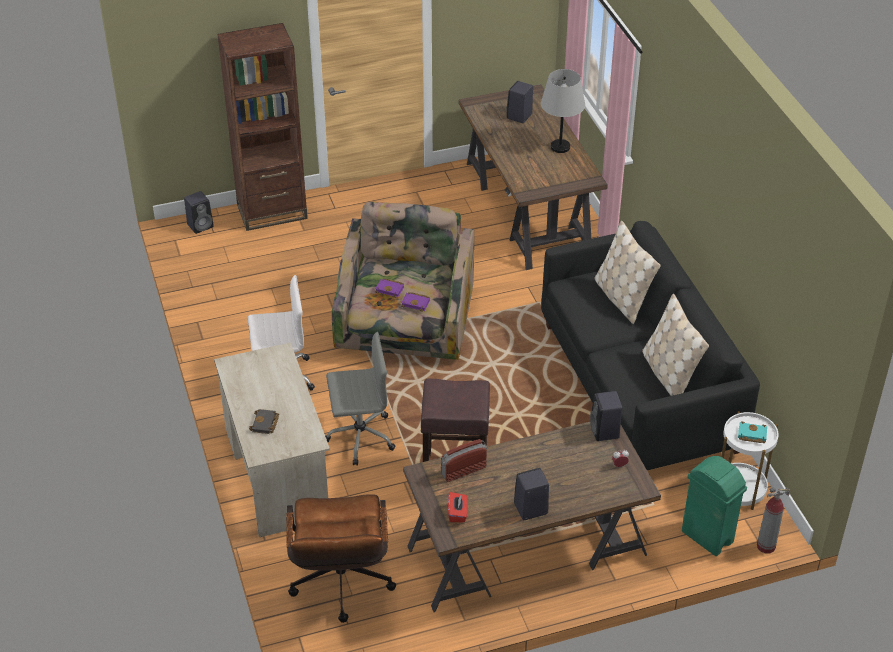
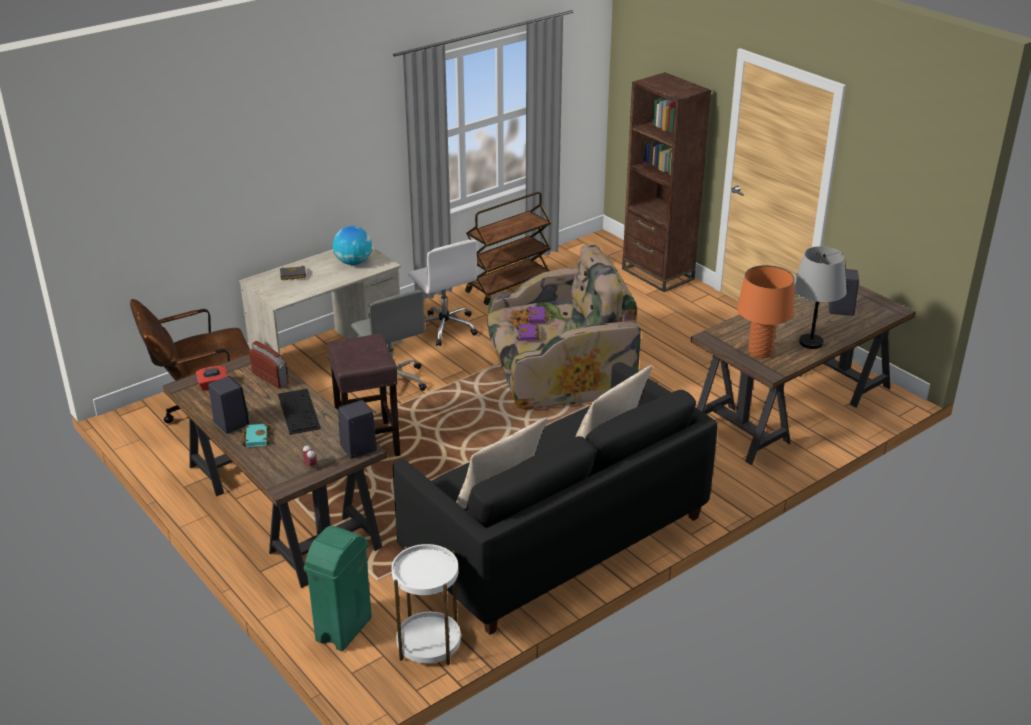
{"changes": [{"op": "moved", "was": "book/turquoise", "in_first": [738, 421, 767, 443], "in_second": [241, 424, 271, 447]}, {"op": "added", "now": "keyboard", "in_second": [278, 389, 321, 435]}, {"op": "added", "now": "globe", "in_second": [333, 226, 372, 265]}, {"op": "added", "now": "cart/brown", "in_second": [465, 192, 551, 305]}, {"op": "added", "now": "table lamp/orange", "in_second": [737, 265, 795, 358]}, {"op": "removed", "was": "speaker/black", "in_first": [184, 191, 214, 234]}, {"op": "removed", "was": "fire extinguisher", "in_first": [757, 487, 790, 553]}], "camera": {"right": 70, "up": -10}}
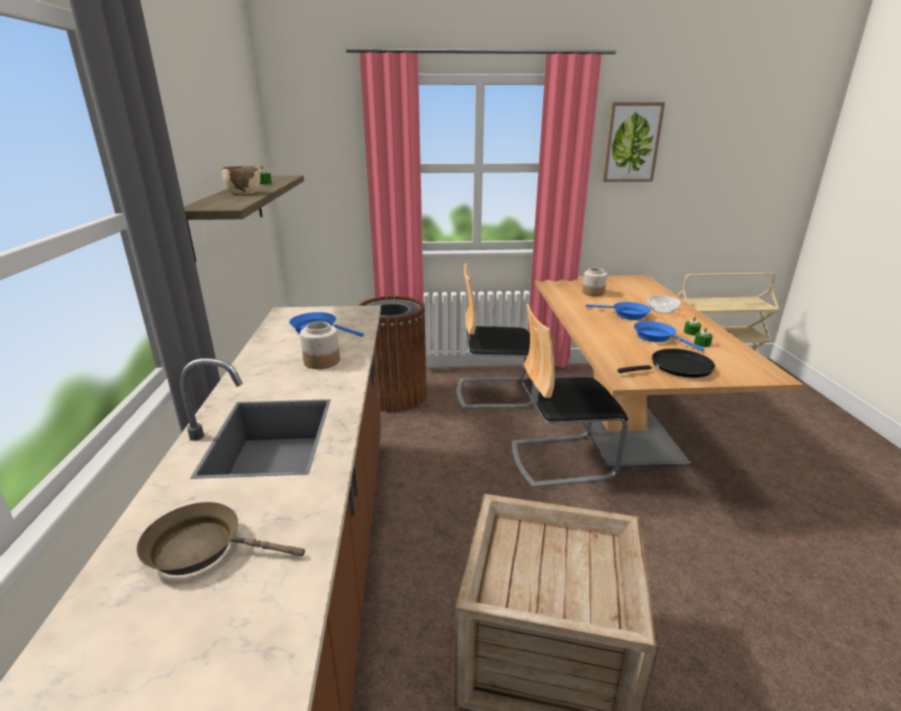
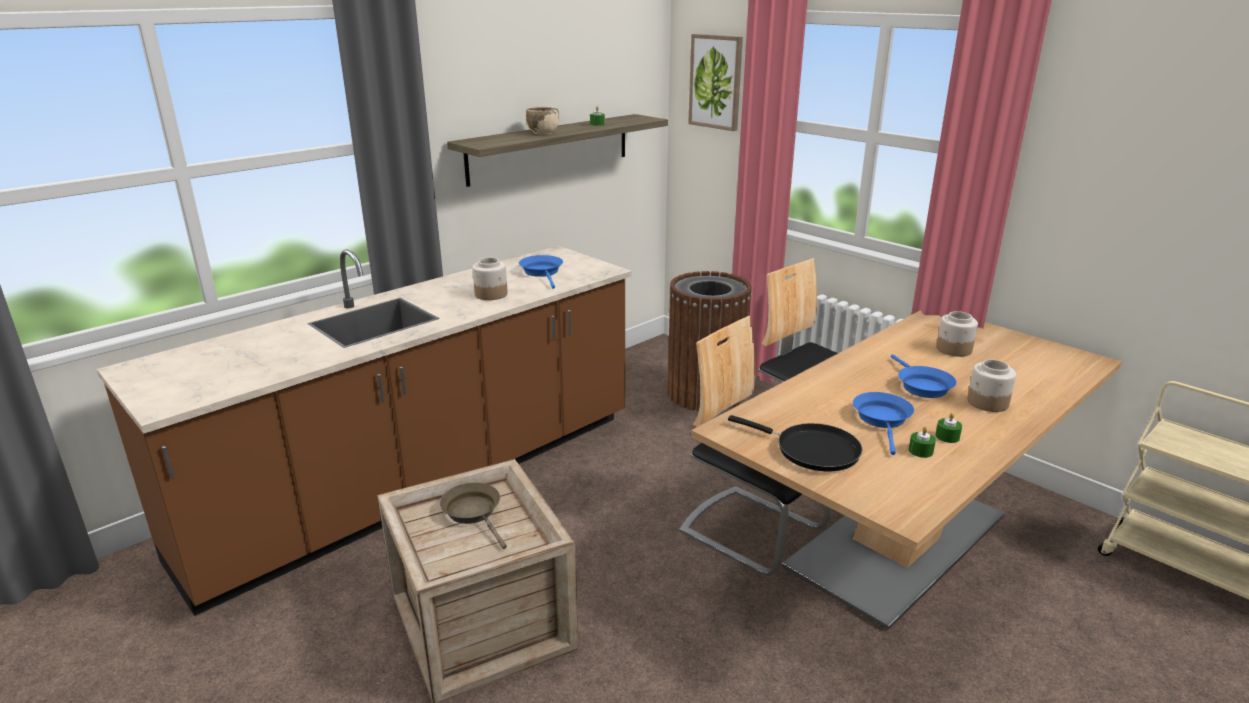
{"changes": [{"op": "moved", "was": "frying pan/brown", "in_first": [137, 502, 305, 575], "in_second": [440, 483, 507, 549]}, {"op": "moved", "was": "picture", "in_first": [602, 102, 665, 182], "in_second": [688, 34, 743, 131]}, {"op": "replaced", "was": "bowl", "now": "jar", "in_first": [648, 295, 681, 314], "in_second": [967, 359, 1016, 412]}], "camera": {"right": 50, "up": 0}}
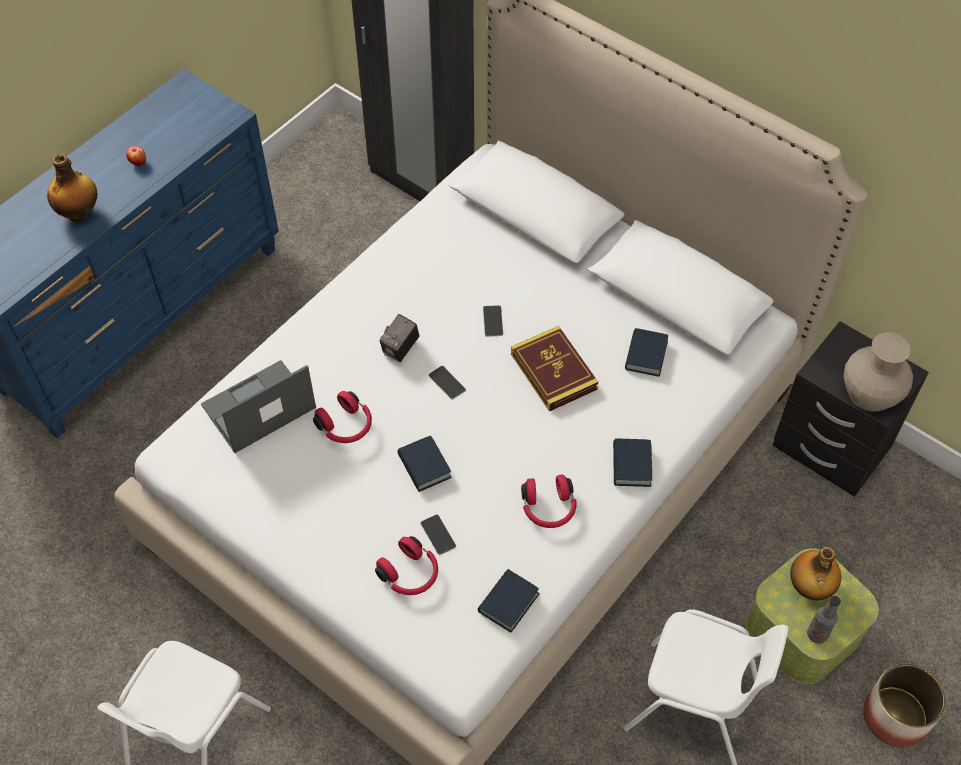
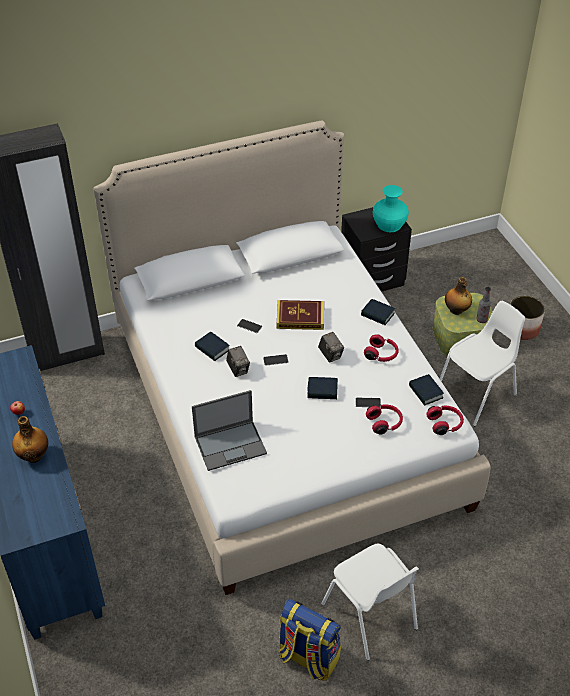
{"changes": [{"op": "turned", "was": "laptop", "in_first": [201, 360, 316, 453], "in_second": [192, 390, 267, 471], "clockwise": -105}, {"op": "moved", "was": "book", "in_first": [625, 328, 668, 377], "in_second": [195, 332, 230, 361]}, {"op": "added", "now": "backpack", "in_second": [279, 599, 341, 681]}, {"op": "added", "now": "photo camera", "in_second": [318, 332, 344, 363]}, {"op": "recoloured", "was": "vase/beige", "now": "vase/turquoise", "in_first": [844, 332, 913, 411], "in_second": [373, 185, 409, 232]}, {"op": "moved", "was": "headphones/red", "in_first": [313, 391, 372, 443], "in_second": [426, 406, 464, 435]}], "camera": {"right": -60, "up": -10}}
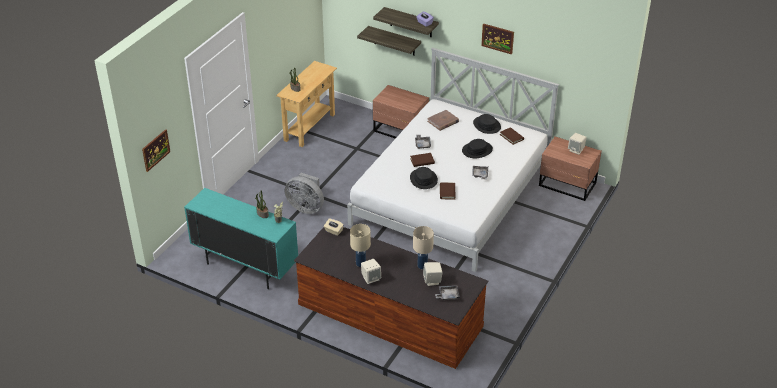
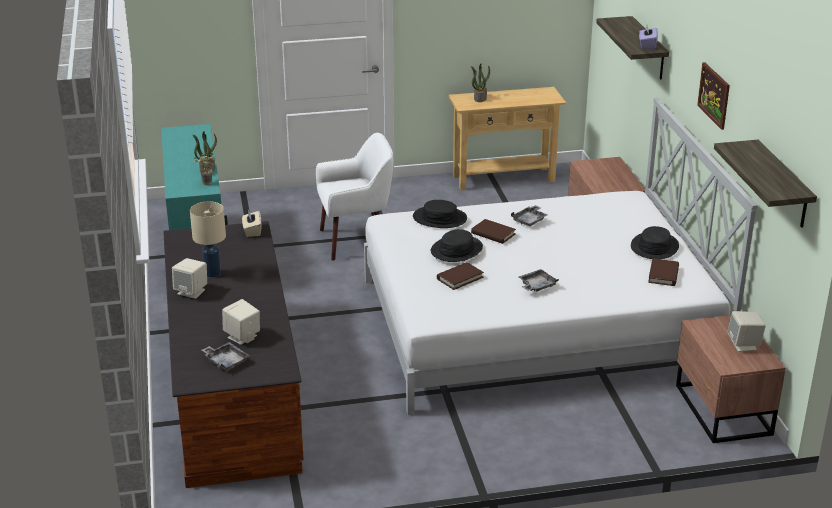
{"changes": [{"op": "replaced", "was": "fan/grey", "now": "armchair/white", "in_first": [285, 173, 324, 214], "in_second": [316, 133, 393, 260]}, {"op": "moved", "was": "hat/black", "in_first": [462, 139, 493, 158], "in_second": [413, 200, 467, 228]}, {"op": "moved", "was": "shelf", "in_first": [357, 26, 421, 56], "in_second": [714, 140, 817, 227]}, {"op": "removed", "was": "picture", "in_first": [142, 129, 170, 172]}, {"op": "removed", "was": "table lamp/beige", "in_first": [413, 226, 434, 269]}, {"op": "removed", "was": "book/brown", "in_first": [427, 110, 459, 131]}], "camera": {"right": 50, "up": -10}}
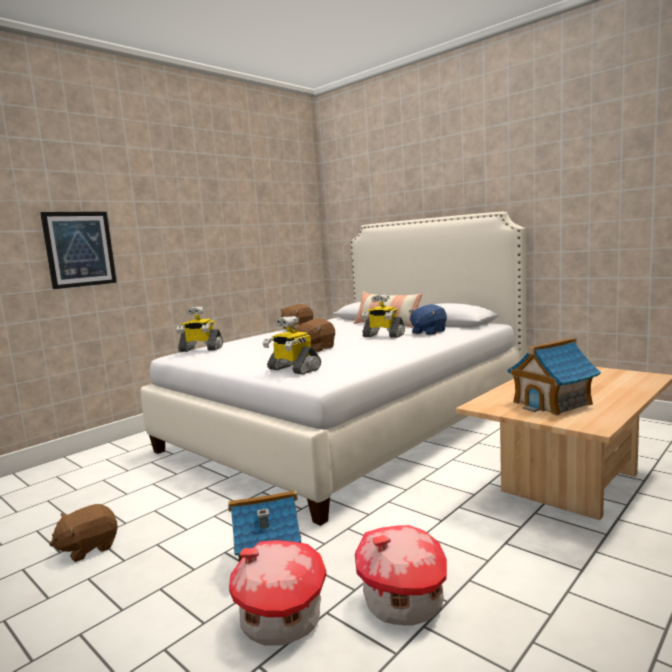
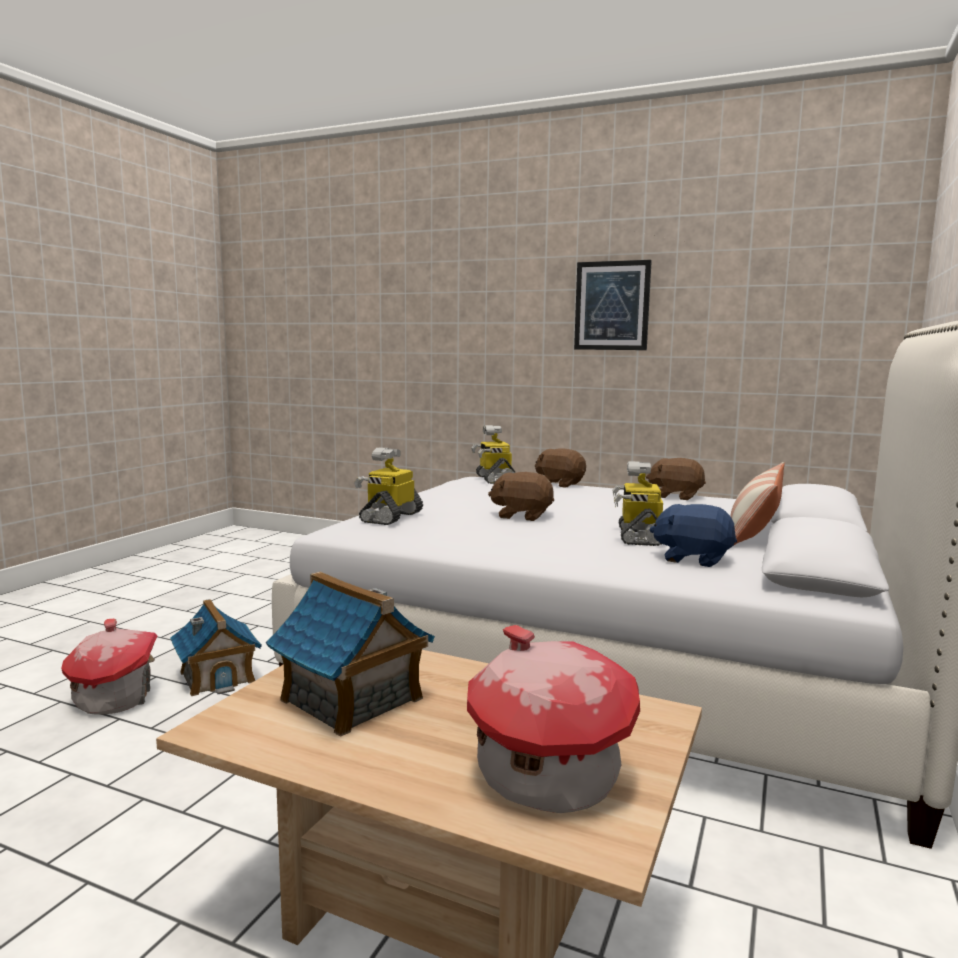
{"changes": [{"op": "moved", "was": "toy house", "in_first": [355, 525, 447, 626], "in_second": [467, 625, 640, 813]}, {"op": "moved", "was": "plush toy/brown", "in_first": [49, 504, 118, 562], "in_second": [535, 448, 586, 488]}, {"op": "moved", "was": "picture", "in_first": [40, 212, 117, 289], "in_second": [574, 260, 652, 350]}], "camera": {"right": 70, "up": 0}}
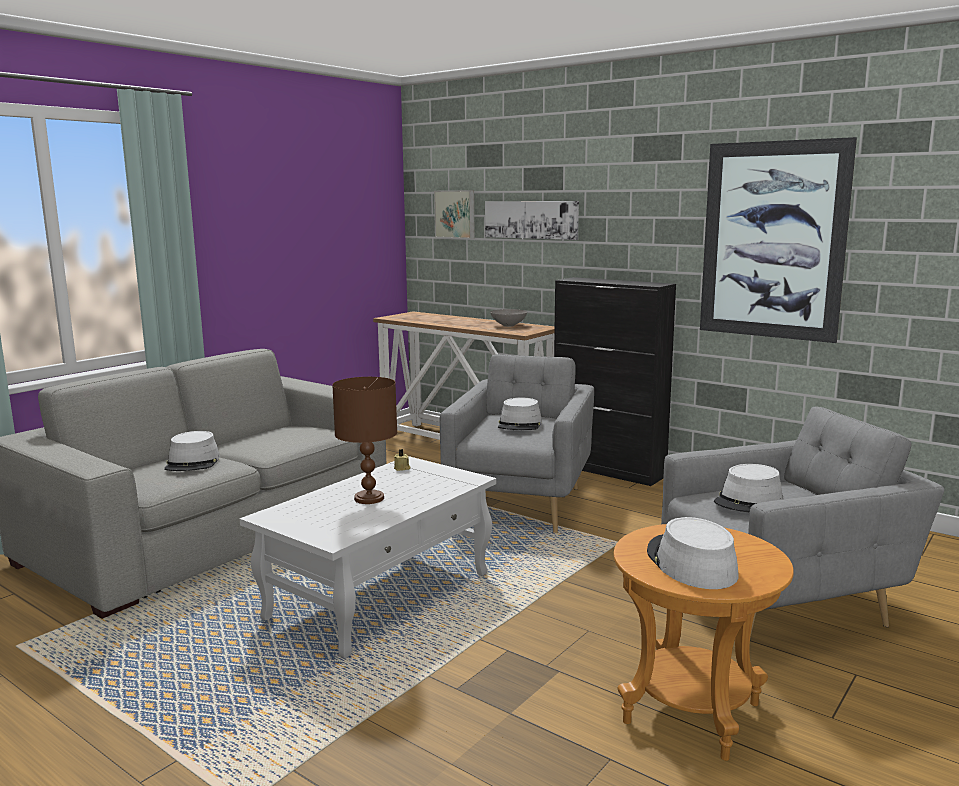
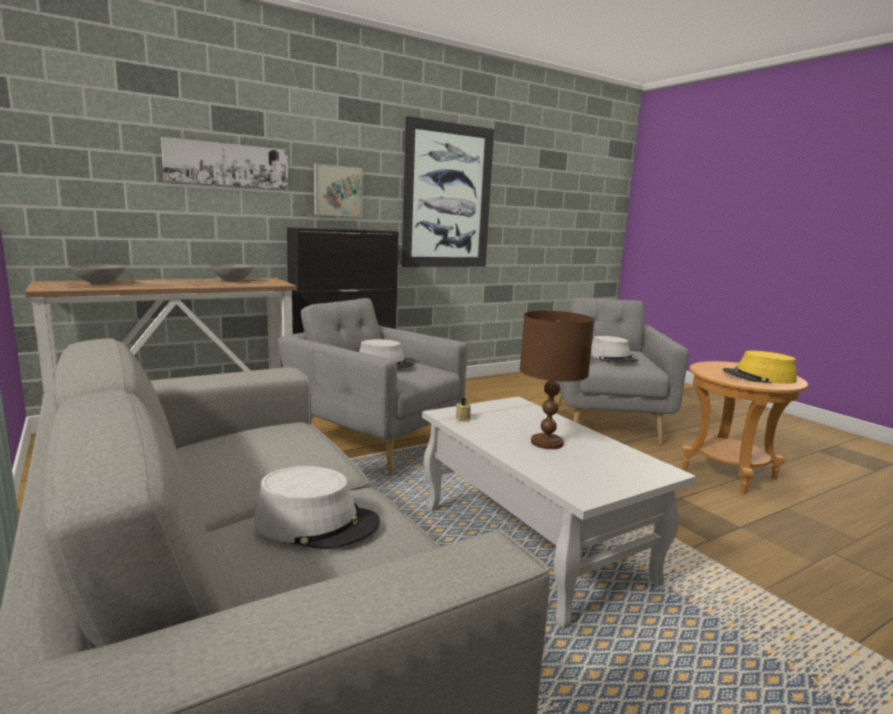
{"changes": [{"op": "added", "now": "bowl/grey", "in_second": [71, 264, 125, 285]}, {"op": "moved", "was": "picture", "in_first": [434, 190, 475, 239], "in_second": [314, 163, 363, 217]}, {"op": "recoloured", "was": "hat/grey", "now": "hat/yellow", "in_first": [647, 517, 739, 589], "in_second": [723, 351, 797, 384]}], "camera": {"right": -70, "up": 0}}
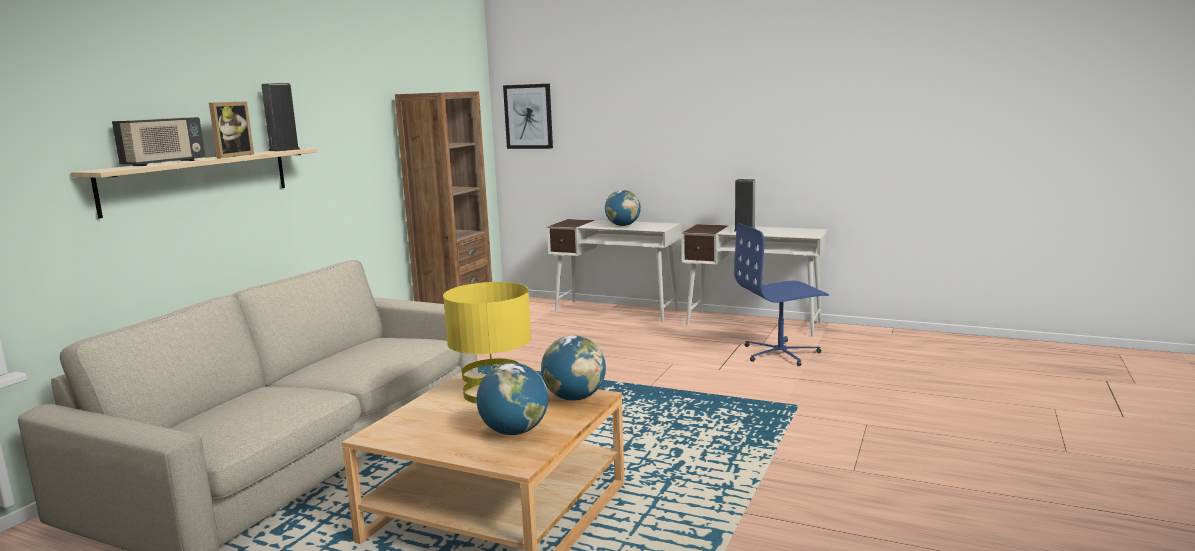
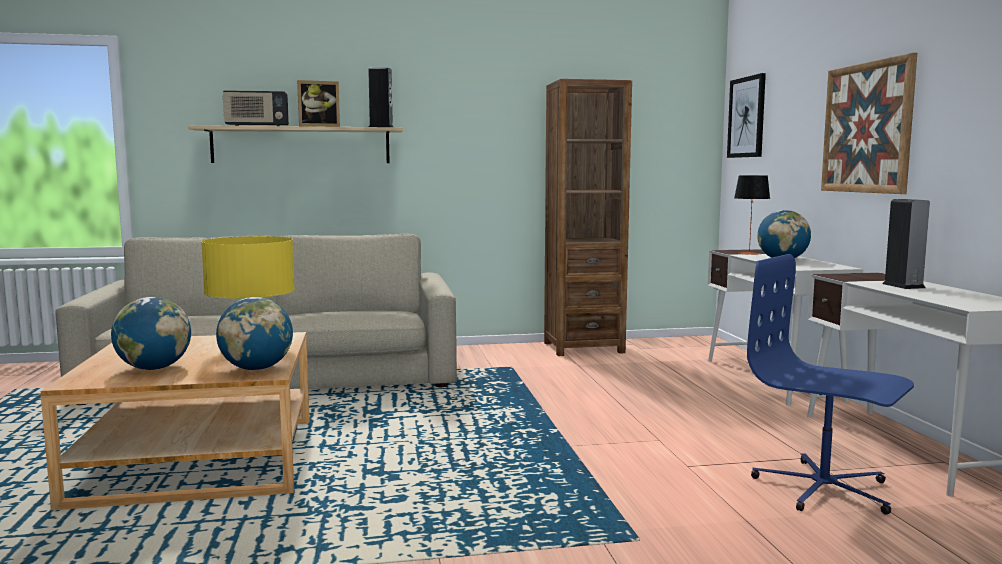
{"changes": [{"op": "added", "now": "table lamp", "in_second": [734, 175, 770, 255]}, {"op": "added", "now": "picture", "in_second": [821, 53, 917, 194]}], "camera": {"right": 55, "up": -5}}
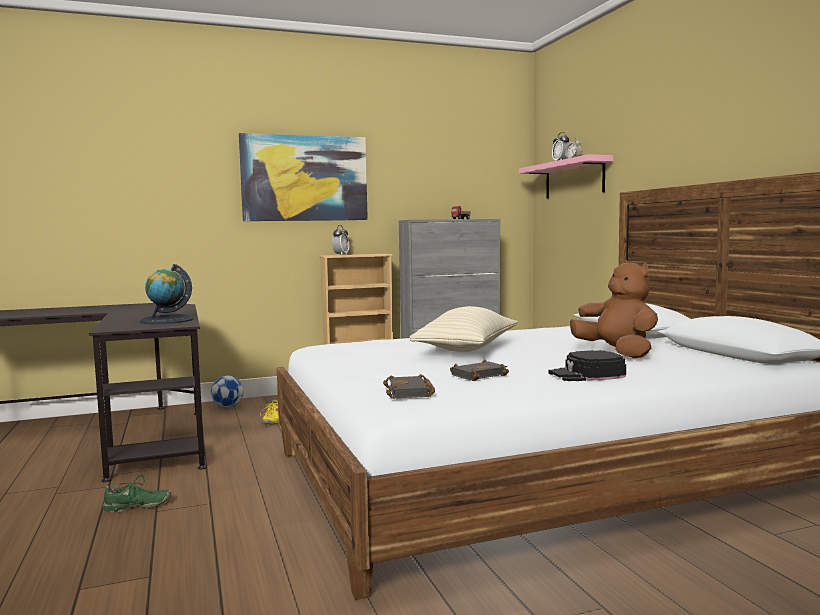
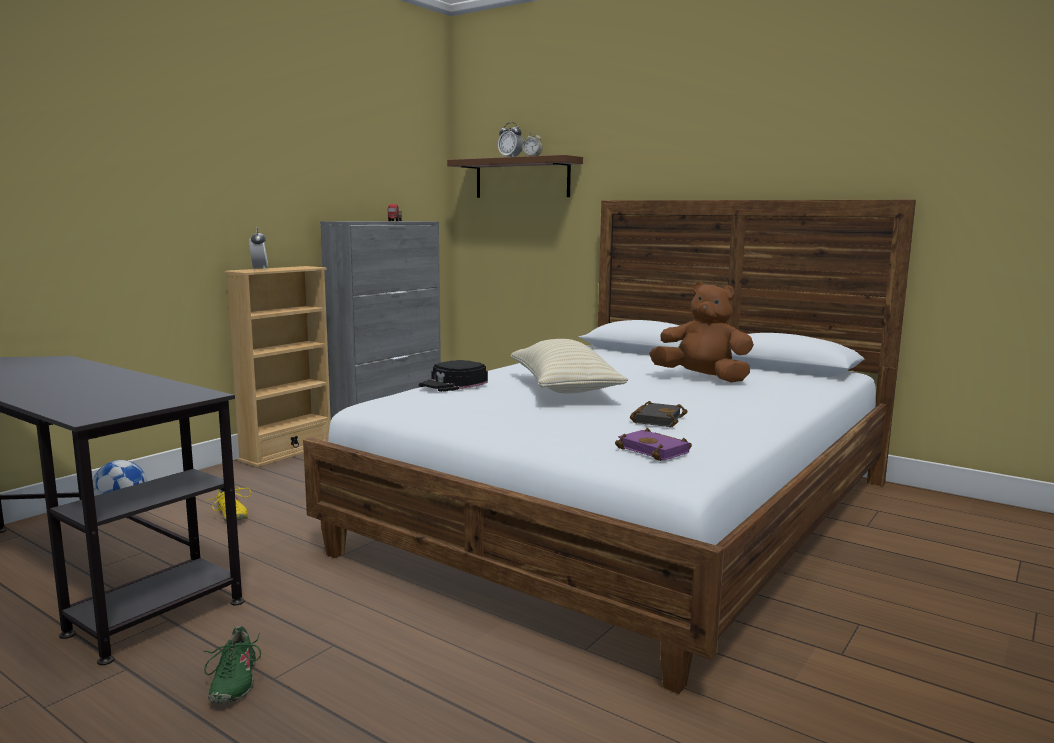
{"changes": [{"op": "turned", "was": "shoe/green", "in_first": [103, 475, 171, 513], "in_second": [204, 626, 261, 704], "clockwise": 135}, {"op": "moved", "was": "cap/black", "in_first": [548, 350, 626, 381], "in_second": [419, 360, 488, 392]}, {"op": "recoloured", "was": "shelf/pink", "now": "shelf/brown", "in_first": [519, 154, 614, 198], "in_second": [447, 155, 583, 198]}, {"op": "recoloured", "was": "book/black", "now": "book/purple", "in_first": [383, 374, 435, 399], "in_second": [615, 428, 692, 461]}, {"op": "removed", "was": "globe", "in_first": [140, 264, 194, 324]}, {"op": "removed", "was": "picture", "in_first": [239, 133, 368, 221]}], "camera": {"right": -35, "up": 5}}
